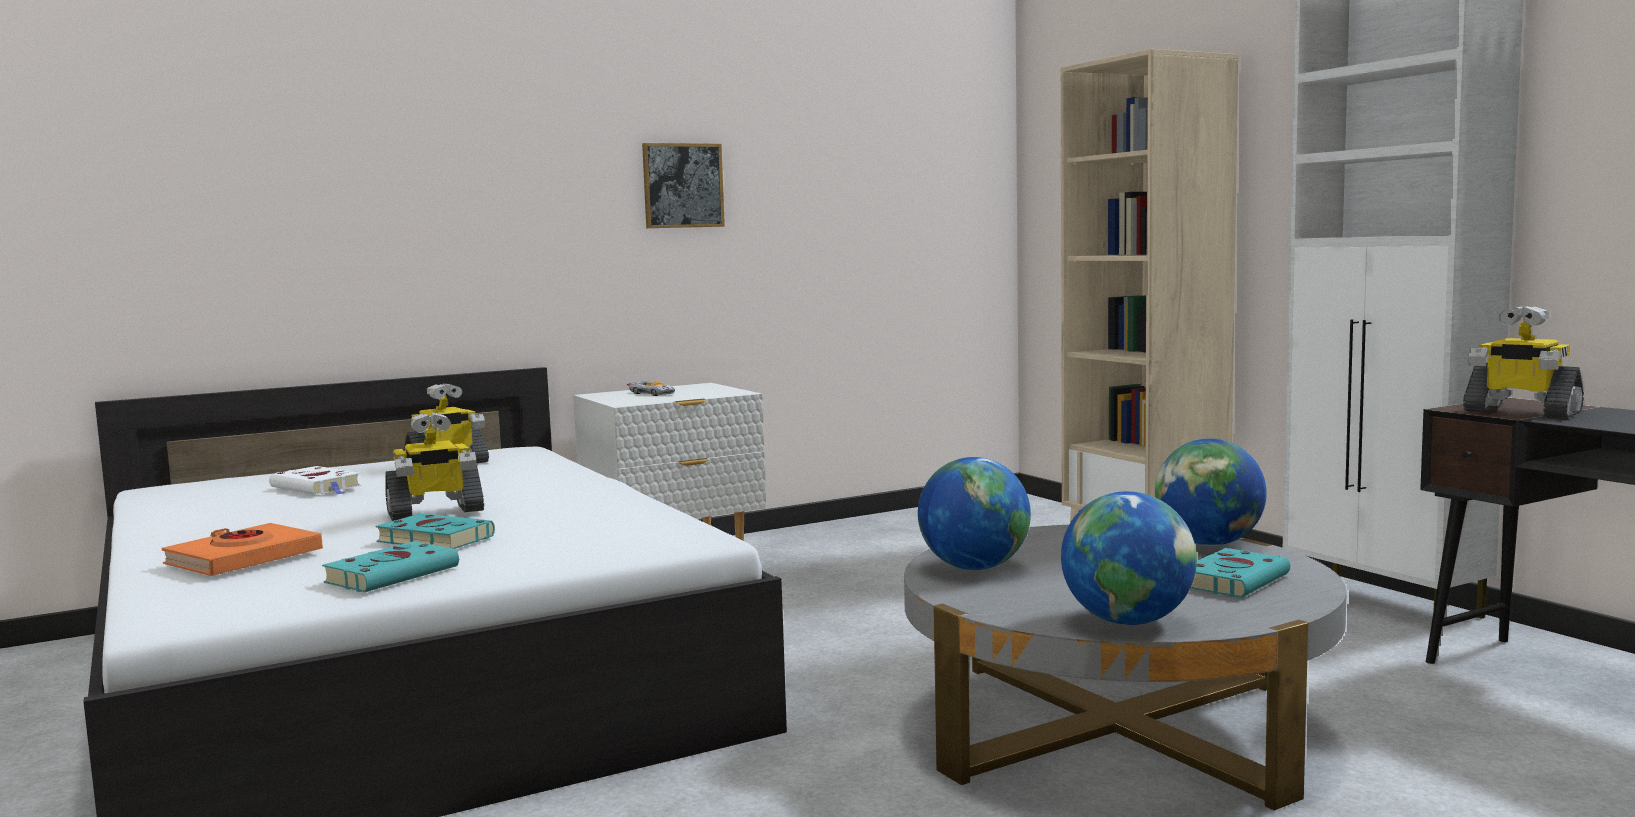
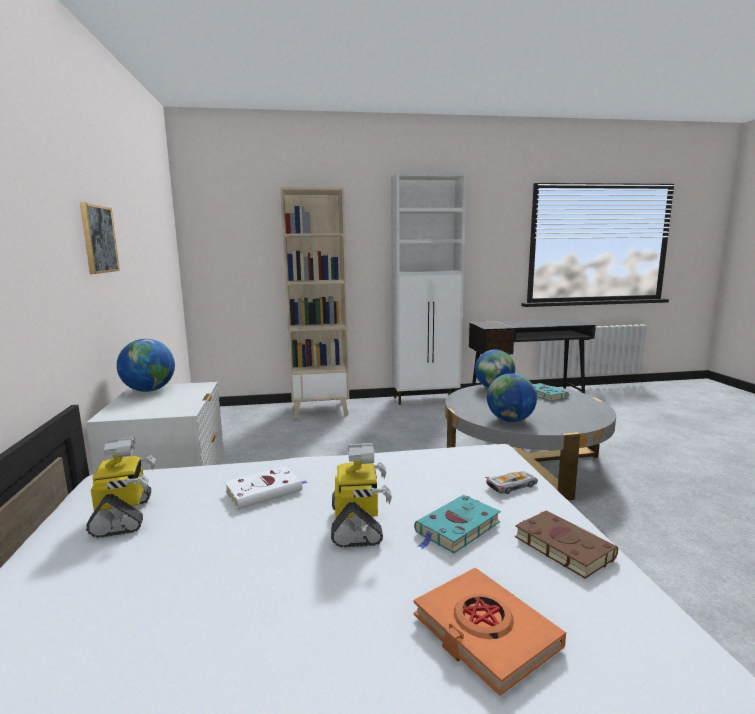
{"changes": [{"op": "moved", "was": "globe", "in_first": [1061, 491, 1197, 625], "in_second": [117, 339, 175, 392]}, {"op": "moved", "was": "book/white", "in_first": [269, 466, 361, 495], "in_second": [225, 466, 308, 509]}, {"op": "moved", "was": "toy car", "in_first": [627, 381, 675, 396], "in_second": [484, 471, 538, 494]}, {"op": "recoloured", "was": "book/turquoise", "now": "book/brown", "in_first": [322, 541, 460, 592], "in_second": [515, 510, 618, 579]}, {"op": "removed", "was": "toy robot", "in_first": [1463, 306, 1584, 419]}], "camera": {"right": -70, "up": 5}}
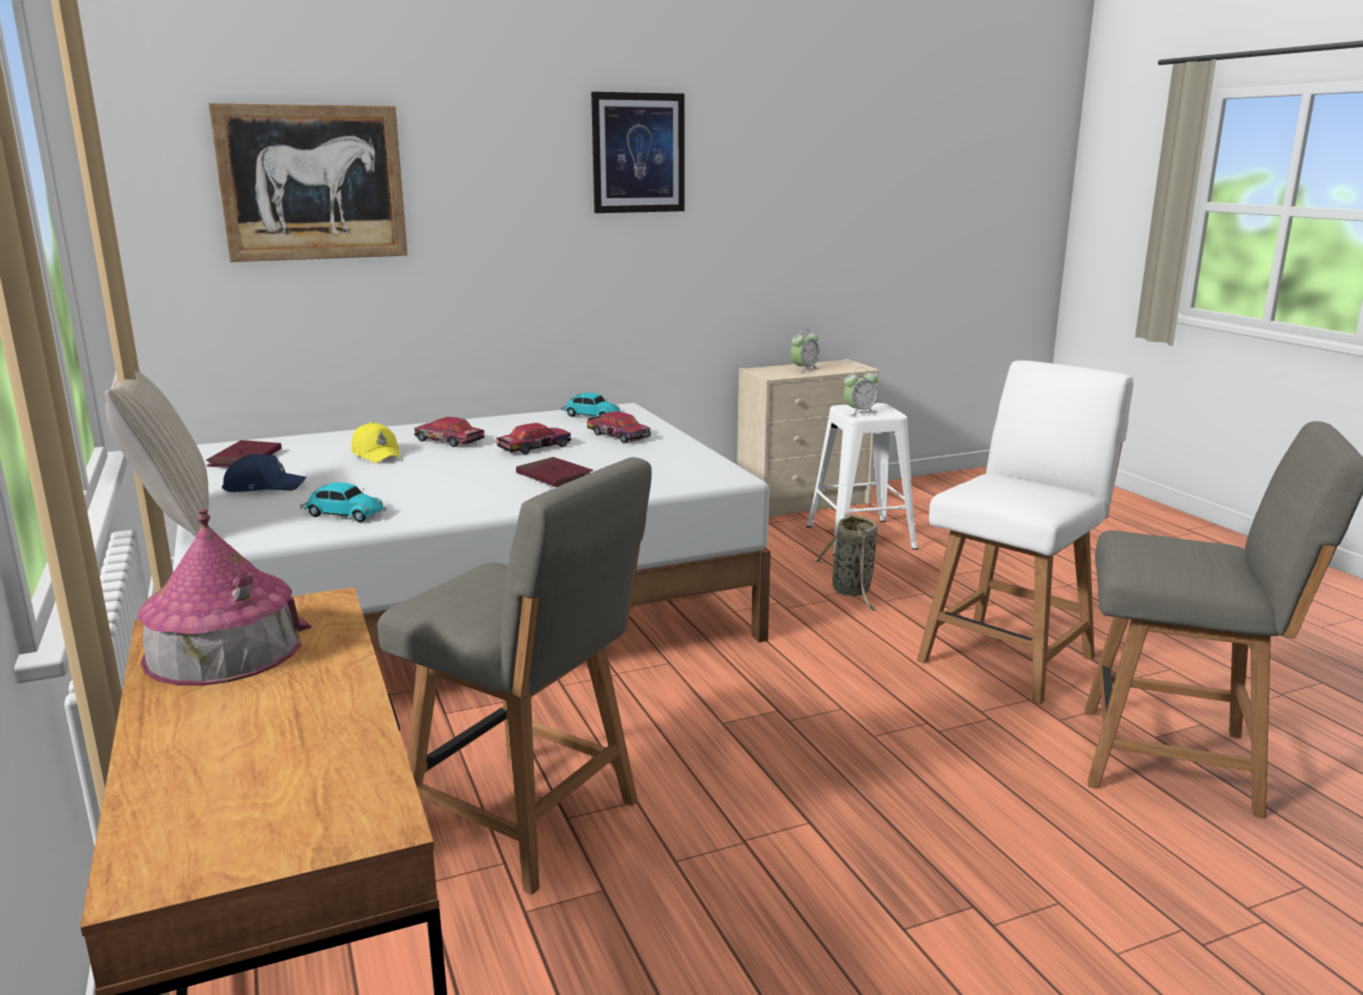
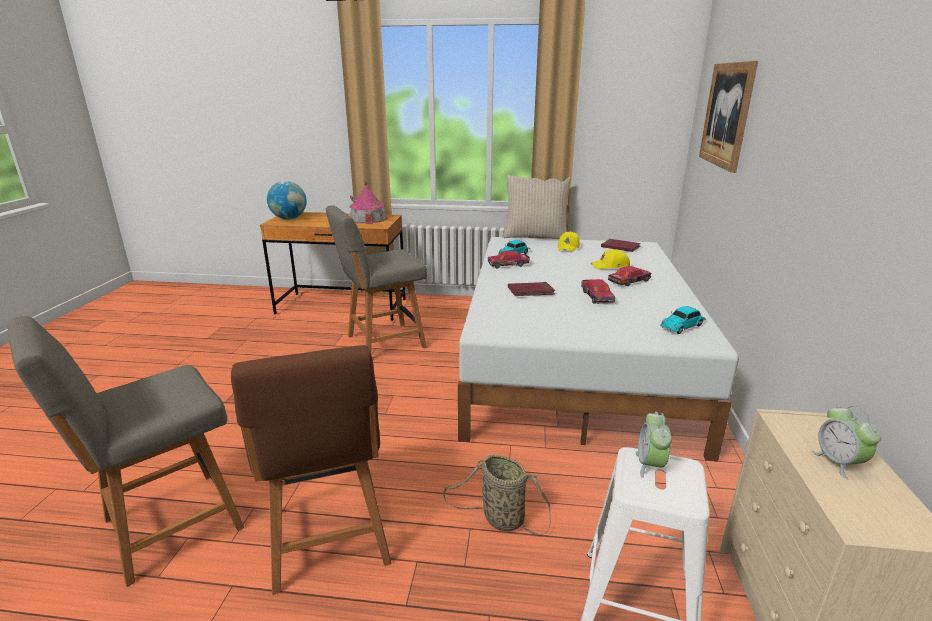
{"changes": [{"op": "recoloured", "was": "chair/white", "now": "chair/brown", "in_first": [917, 360, 1133, 704], "in_second": [231, 345, 391, 595]}, {"op": "added", "now": "globe", "in_second": [267, 181, 307, 220]}, {"op": "moved", "was": "toy car", "in_first": [587, 412, 651, 443], "in_second": [488, 251, 530, 269]}, {"op": "recoloured", "was": "cap/blue", "now": "cap/yellow", "in_first": [222, 454, 306, 492], "in_second": [558, 231, 580, 252]}, {"op": "removed", "was": "picture", "in_first": [591, 92, 685, 213]}], "camera": {"right": 120, "up": 5}}
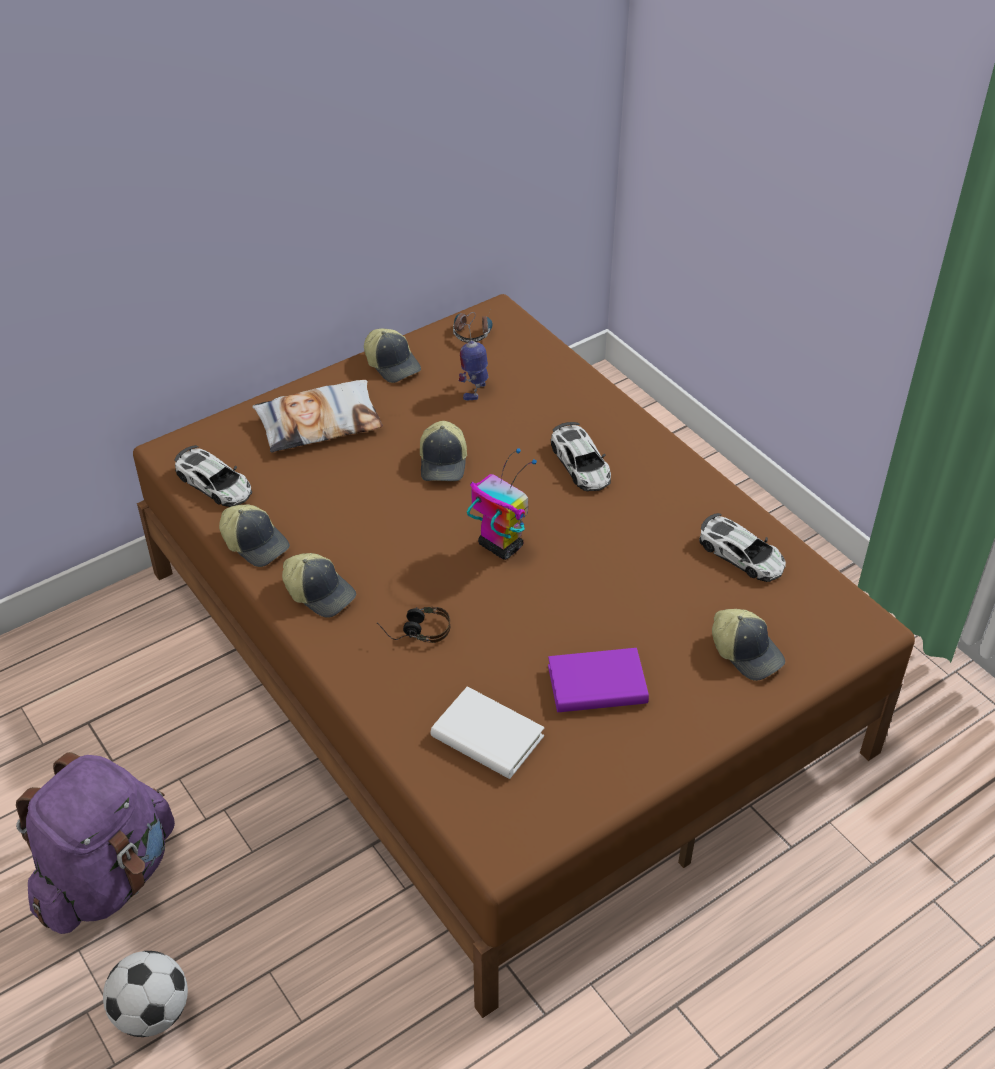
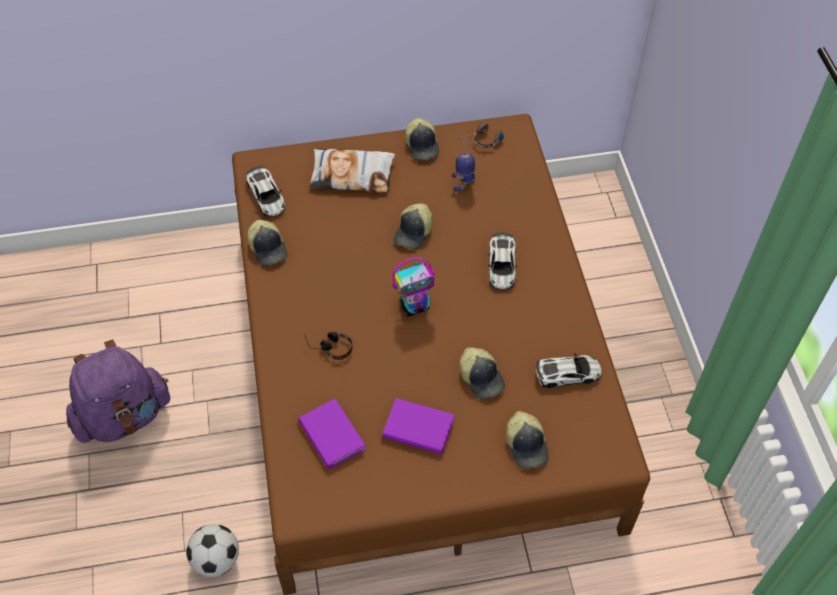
{"changes": [{"op": "moved", "was": "football", "in_first": [103, 951, 188, 1037], "in_second": [186, 524, 239, 577]}, {"op": "recoloured", "was": "book/white", "now": "book/purple", "in_first": [431, 686, 545, 779], "in_second": [298, 399, 366, 469]}, {"op": "turned", "was": "toy robot", "in_first": [467, 448, 537, 560], "in_second": [393, 257, 435, 317], "clockwise": 90}, {"op": "moved", "was": "cap", "in_first": [282, 553, 356, 618], "in_second": [460, 347, 505, 400]}, {"op": "turned", "was": "toy car", "in_first": [699, 513, 786, 582], "in_second": [536, 353, 602, 388], "clockwise": -75}], "camera": {"right": 25, "up": 10}}
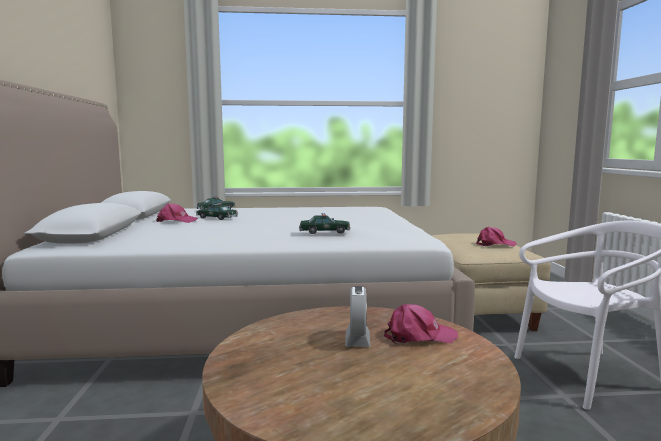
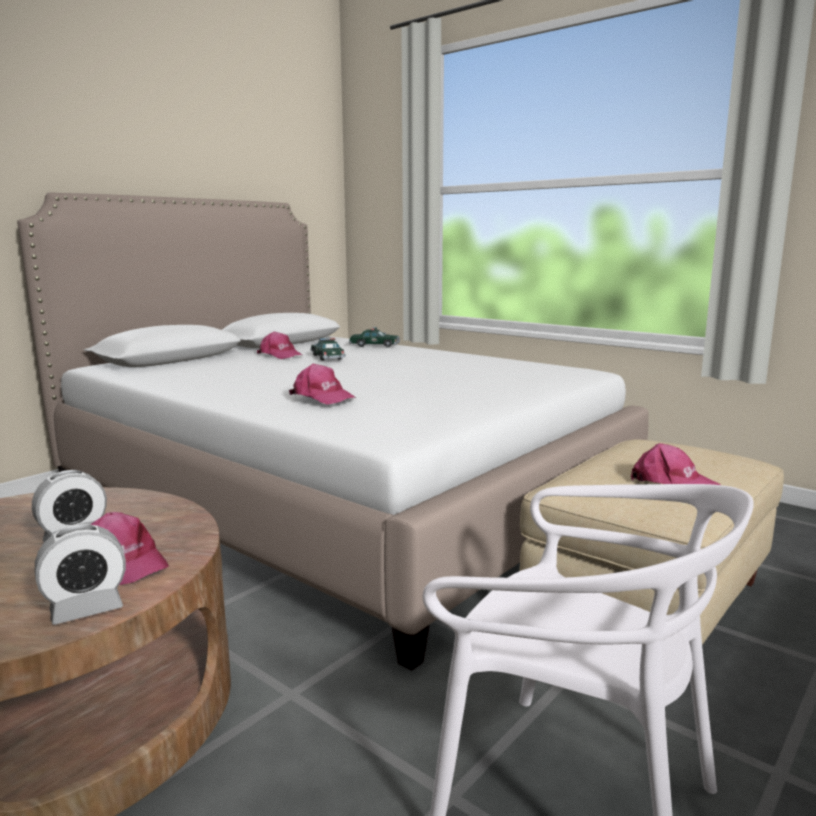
{"changes": [{"op": "added", "now": "alarm clock", "in_second": [35, 524, 126, 625]}, {"op": "replaced", "was": "toy car", "now": "cap/pink", "in_first": [299, 213, 350, 234], "in_second": [289, 364, 356, 405]}], "camera": {"right": 45, "up": 5}}
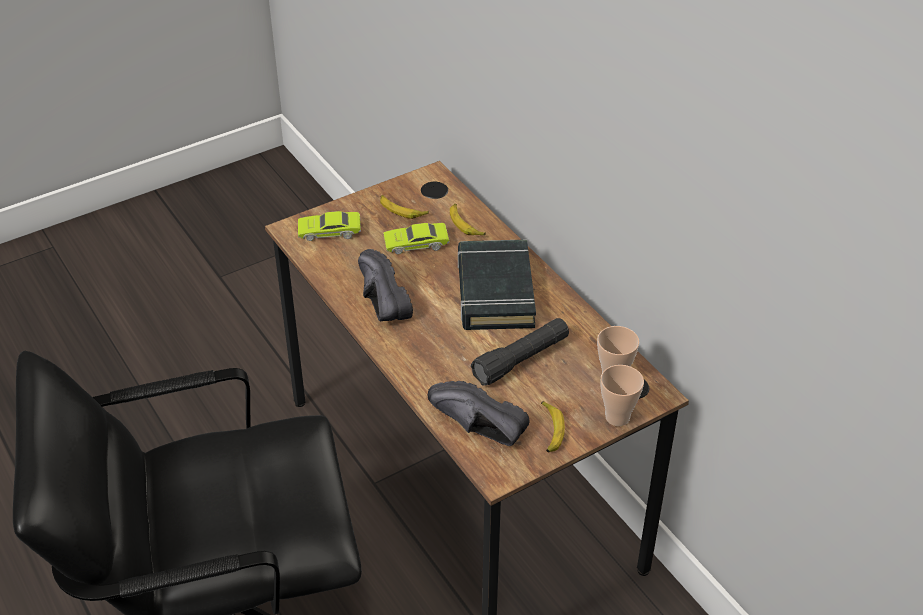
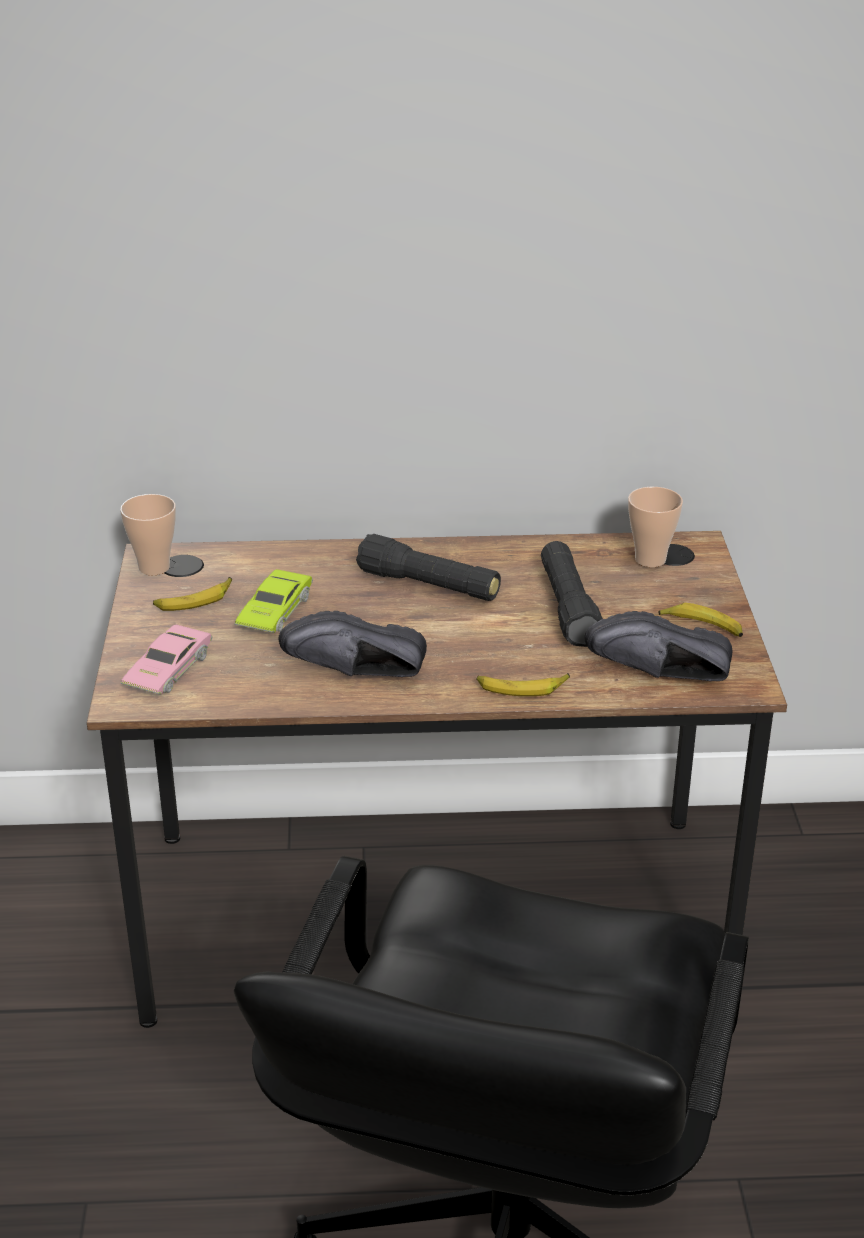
{"changes": [{"op": "moved", "was": "cup", "in_first": [601, 365, 644, 426], "in_second": [120, 494, 176, 575]}, {"op": "recoloured", "was": "toy car/green", "now": "toy car/pink", "in_first": [298, 211, 361, 241], "in_second": [121, 624, 212, 695]}, {"op": "replaced", "was": "book/black", "now": "flashlight/black", "in_first": [458, 239, 536, 330], "in_second": [356, 534, 501, 601]}, {"op": "moved", "was": "banana", "in_first": [450, 204, 486, 236], "in_second": [476, 673, 570, 696]}, {"op": "turned", "was": "shoe/black", "in_first": [427, 381, 529, 446], "in_second": [584, 611, 732, 681], "clockwise": 45}], "camera": {"right": -60, "up": -10}}
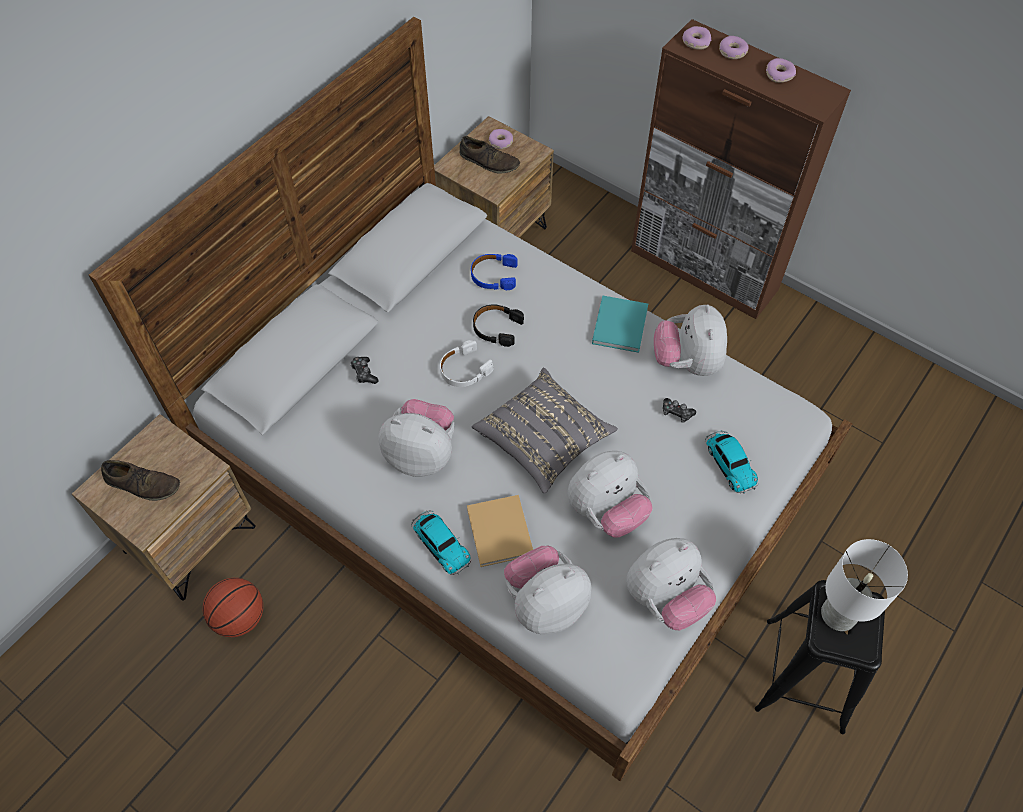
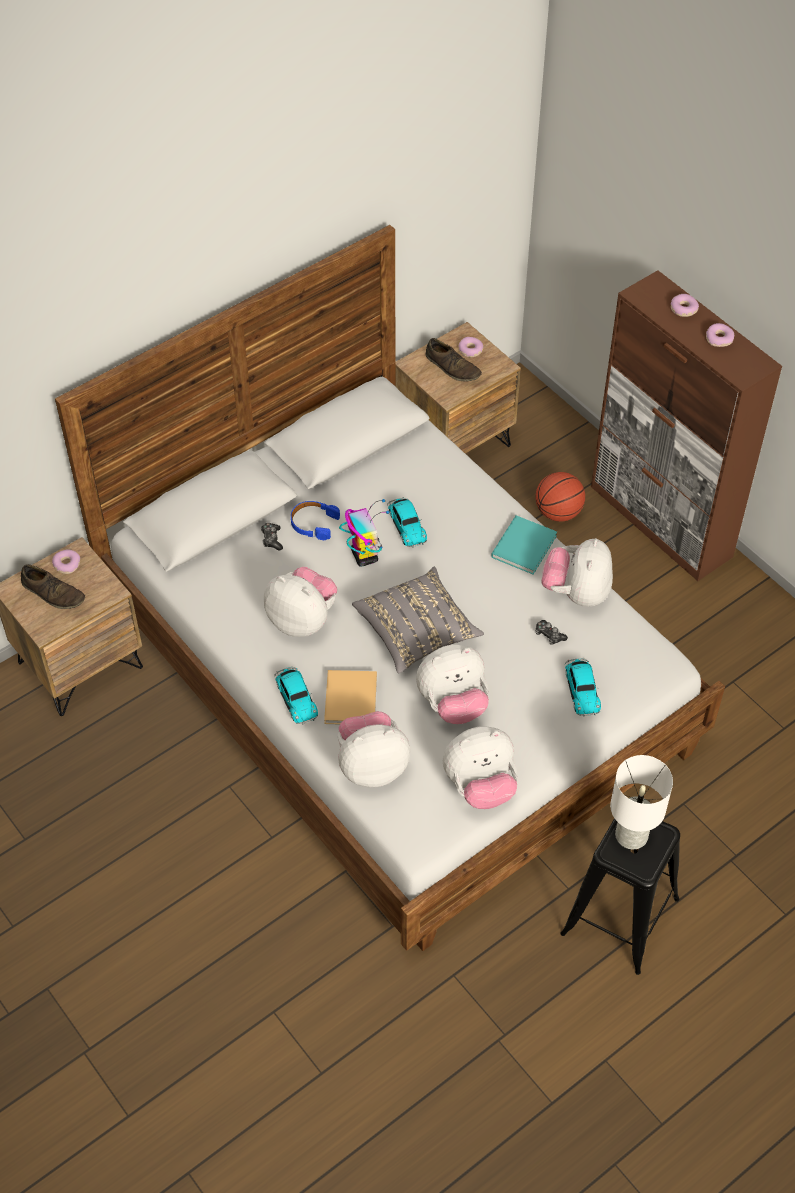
{"changes": [{"op": "moved", "was": "donut", "in_first": [682, 26, 711, 50], "in_second": [52, 549, 80, 574]}, {"op": "moved", "was": "headphones/blue", "in_first": [471, 254, 517, 290], "in_second": [291, 501, 340, 540]}, {"op": "replaced", "was": "headphones/white", "now": "toy robot", "in_first": [440, 340, 494, 387], "in_second": [339, 499, 389, 567]}, {"op": "replaced", "was": "headphones/black", "now": "toy car", "in_first": [473, 304, 524, 347], "in_second": [387, 497, 427, 548]}, {"op": "moved", "was": "basketball", "in_first": [203, 578, 263, 637], "in_second": [535, 472, 585, 522]}], "camera": {"right": 15, "up": -5}}
